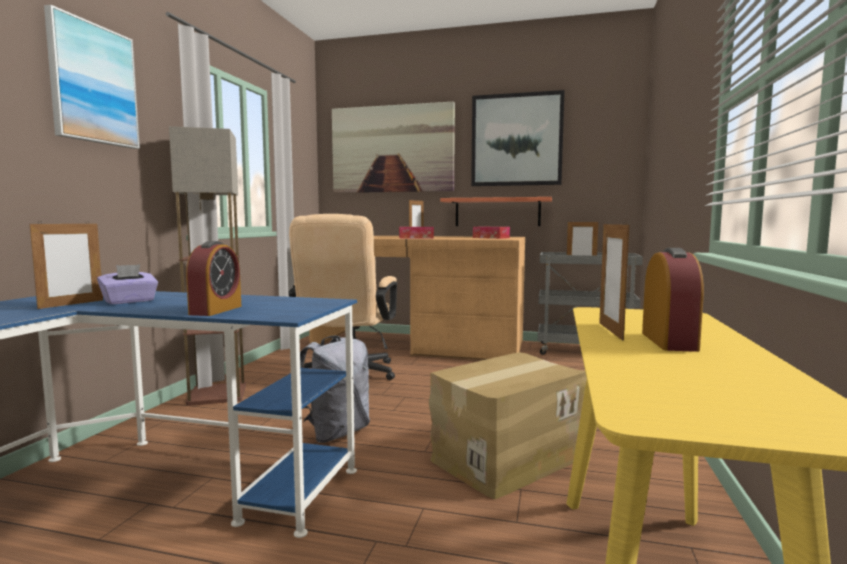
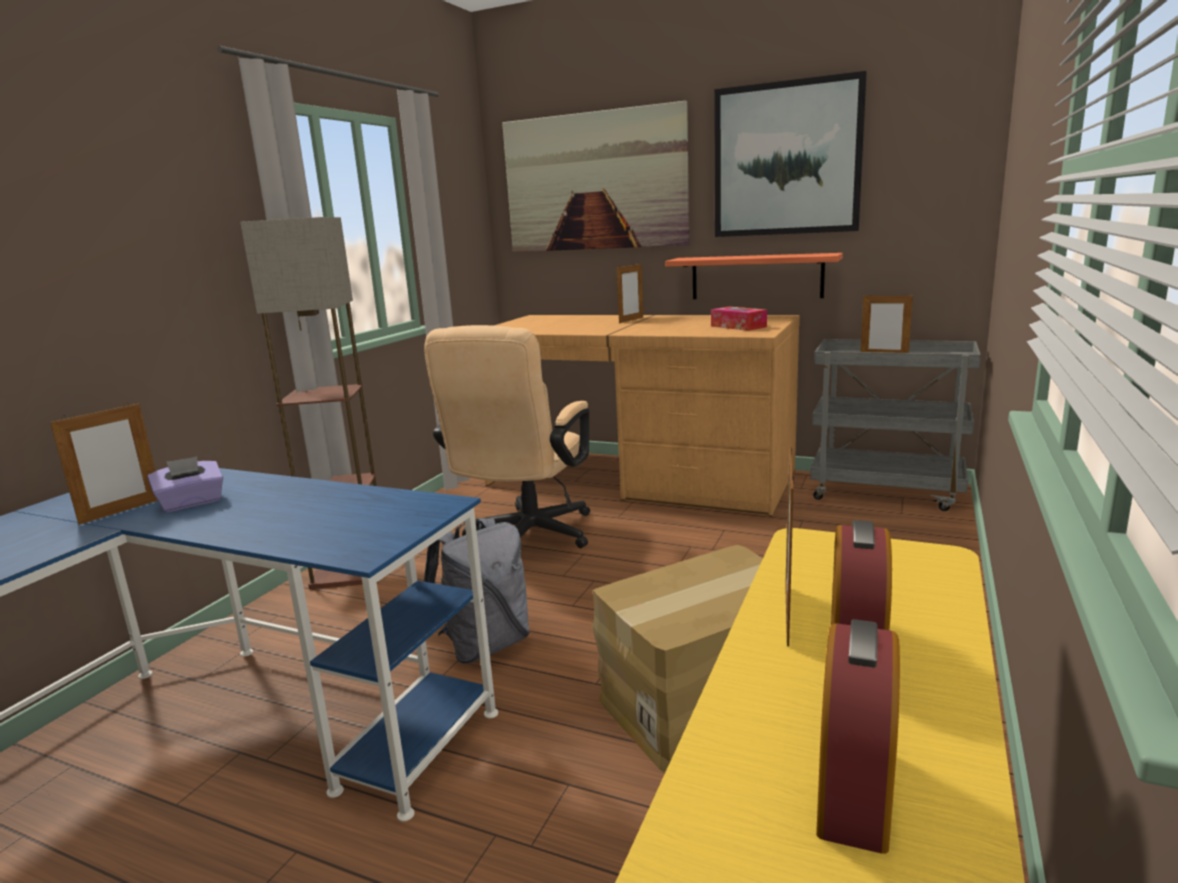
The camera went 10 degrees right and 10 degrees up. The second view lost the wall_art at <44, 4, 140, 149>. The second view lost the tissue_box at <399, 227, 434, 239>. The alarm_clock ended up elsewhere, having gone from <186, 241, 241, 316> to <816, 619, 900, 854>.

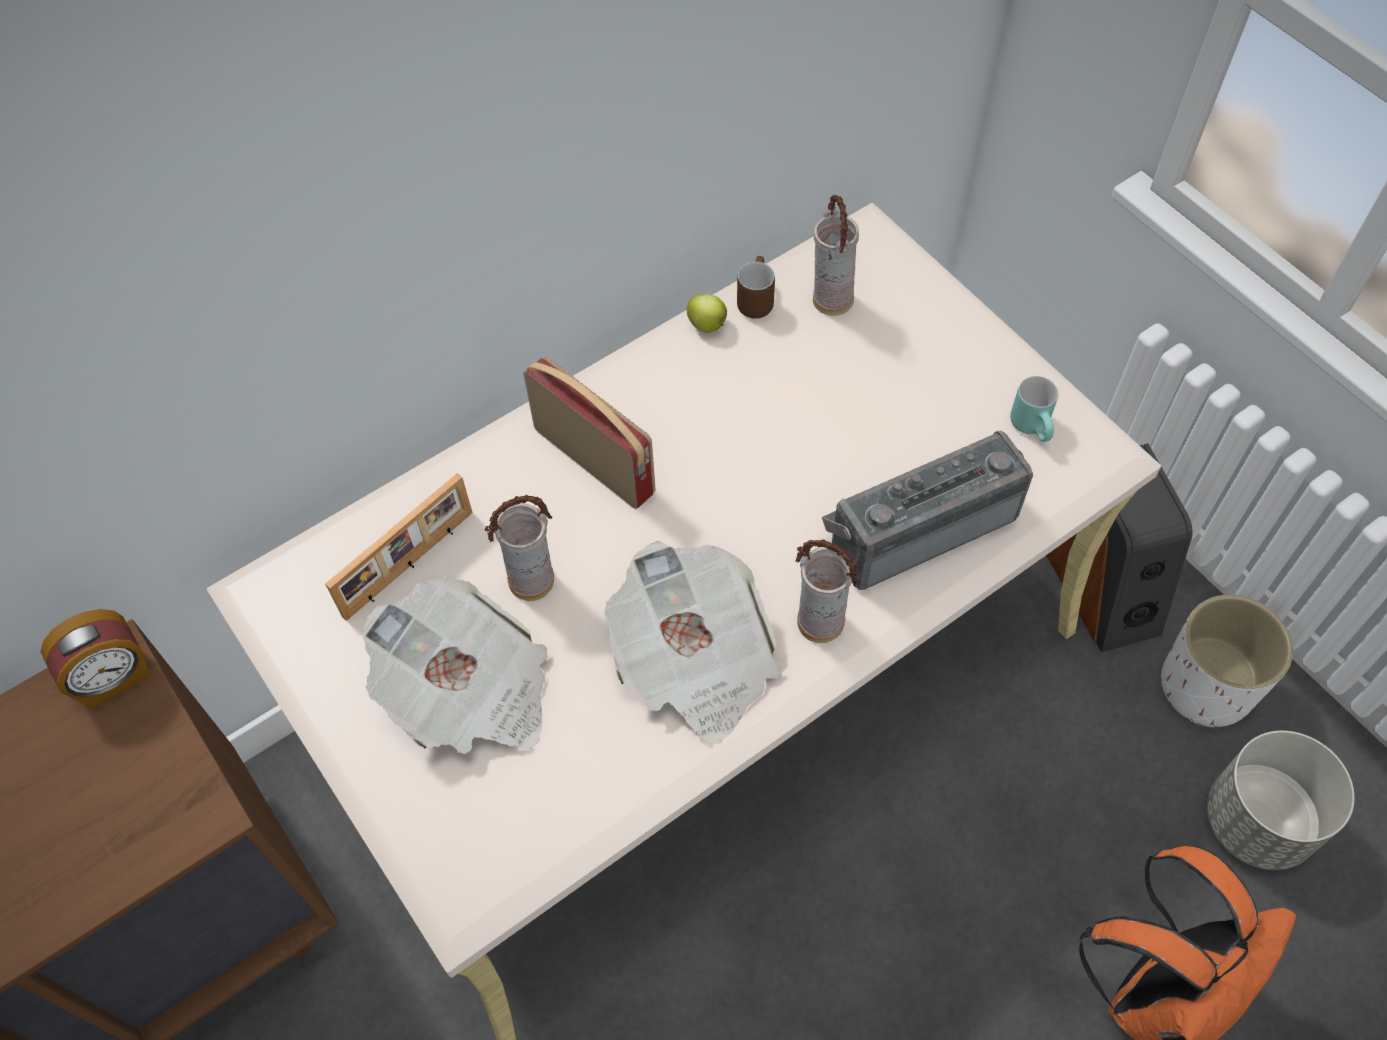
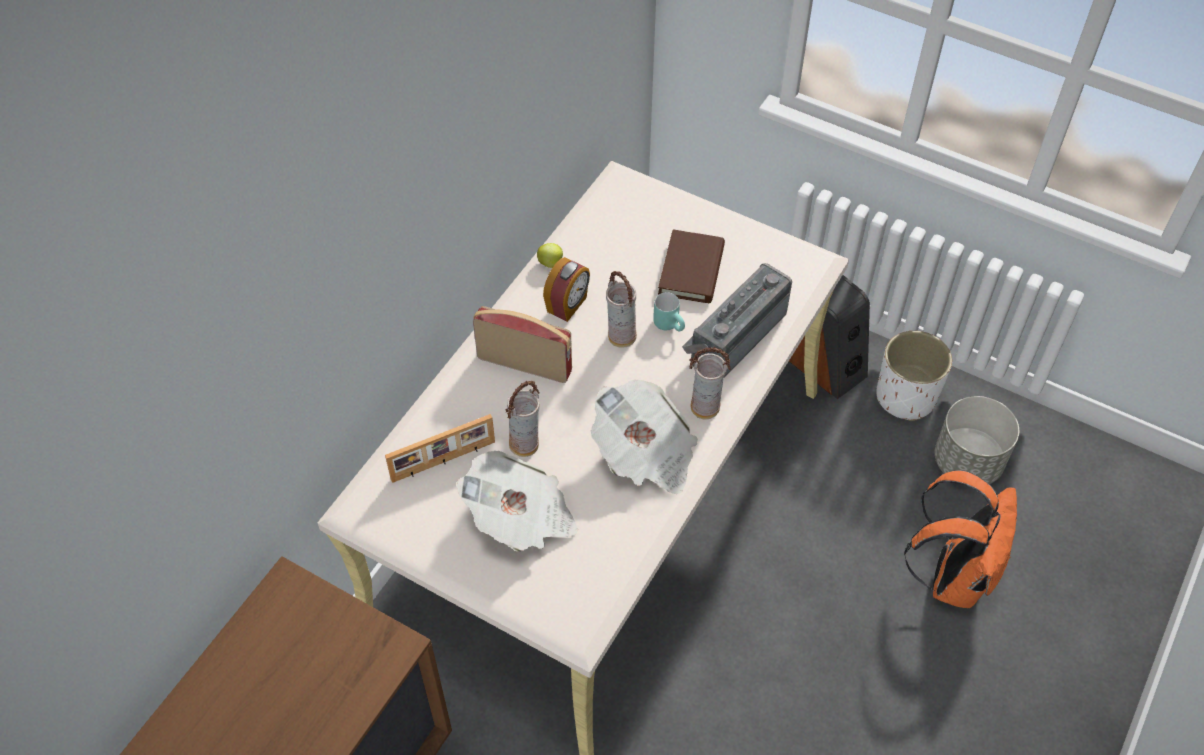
The camera went 25 degrees left and 5 degrees down. The second view lost the brown-coloured_coffee_mug at <737, 256, 775, 319>. The second view gained the brown-coloured_book at <658, 230, 725, 303>. The alarm_clock ended up elsewhere, having gone from <40, 609, 150, 709> to <543, 257, 590, 322>. The flower_vase ended up elsewhere, having gone from <813, 195, 859, 316> to <606, 271, 637, 348>. The turquoise-coloured_coffee_mug ended up elsewhere, having gone from <1010, 376, 1058, 442> to <653, 292, 685, 331>. The picture_frame at <325, 473, 473, 621> ended up facing another way, 45 degrees clockwise from before.

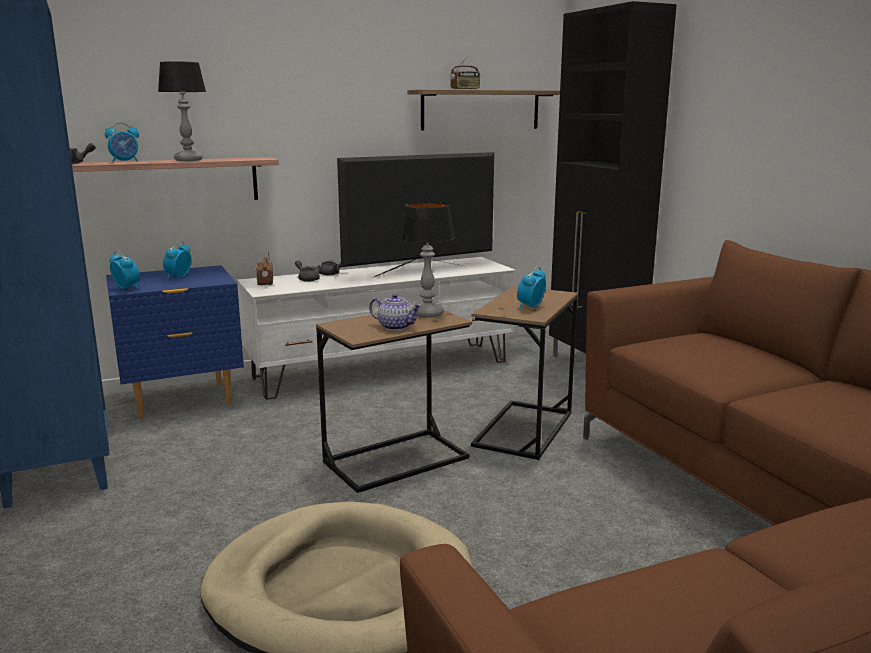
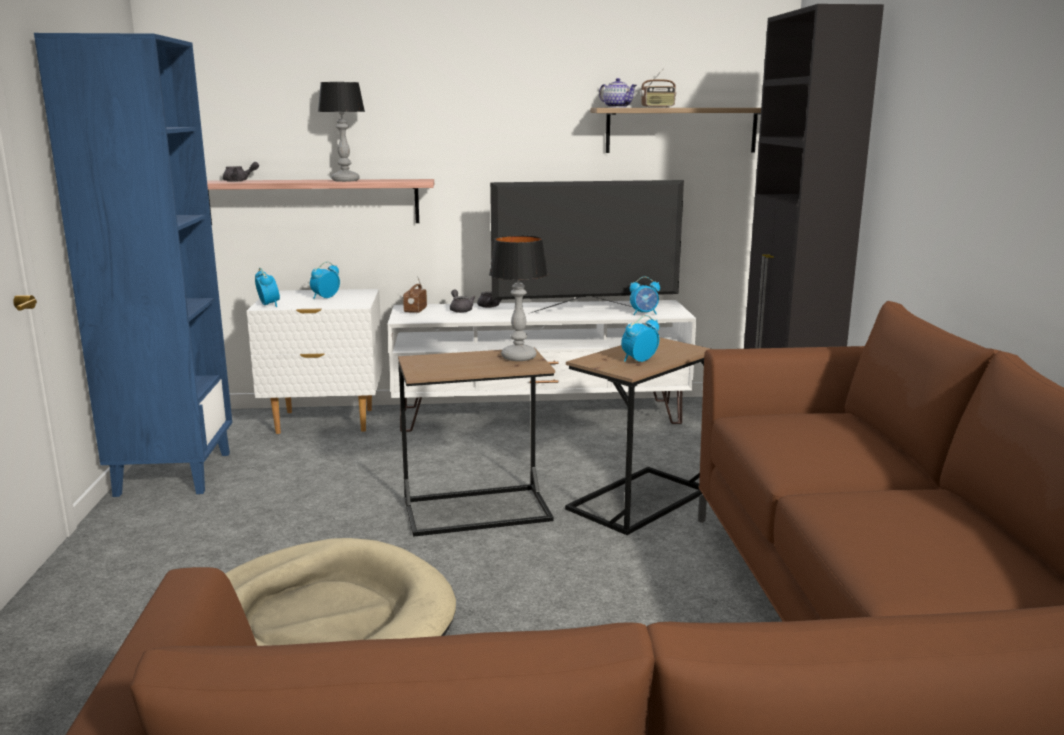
The camera went 20 degrees right and 0 degrees up. The alarm_clock ended up elsewhere, having gone from <105, 122, 139, 162> to <630, 277, 660, 315>. The pot_for_tea ended up elsewhere, having gone from <369, 294, 422, 331> to <599, 78, 637, 107>. What was the bluish_night_table at <106, 265, 244, 418> turned into the white-coloured_night_table at <247, 289, 383, 434>.

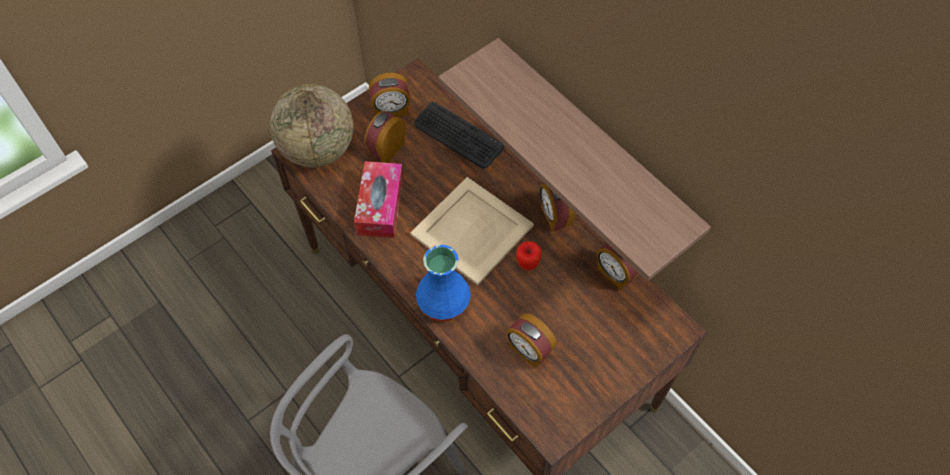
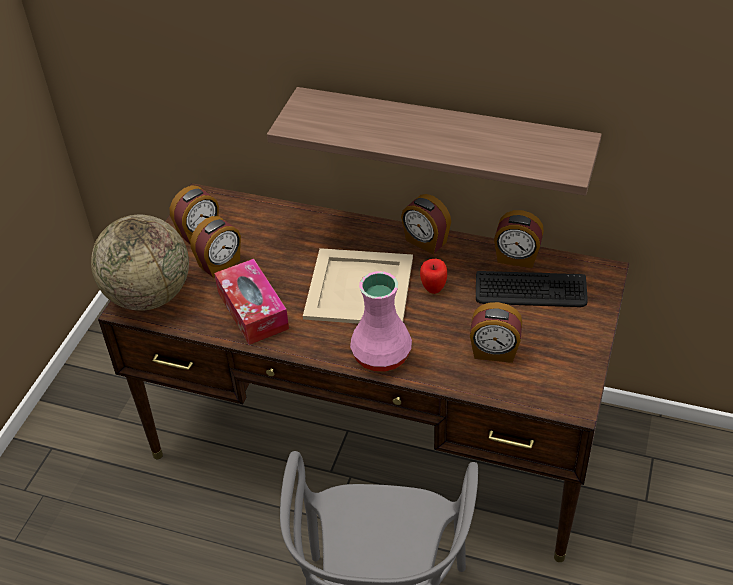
The camera went 30 degrees left and 15 degrees down. The computer_keyboard ended up elsewhere, having gone from <414, 101, 504, 168> to <476, 271, 588, 307>. What was the bluish_flower_vase at <416, 245, 471, 322> turned into the pinkish_flower_vase at <350, 271, 412, 372>. The alarm_clock at <365, 111, 405, 163> ended up facing another way, 135 degrees counterclockwise from before.

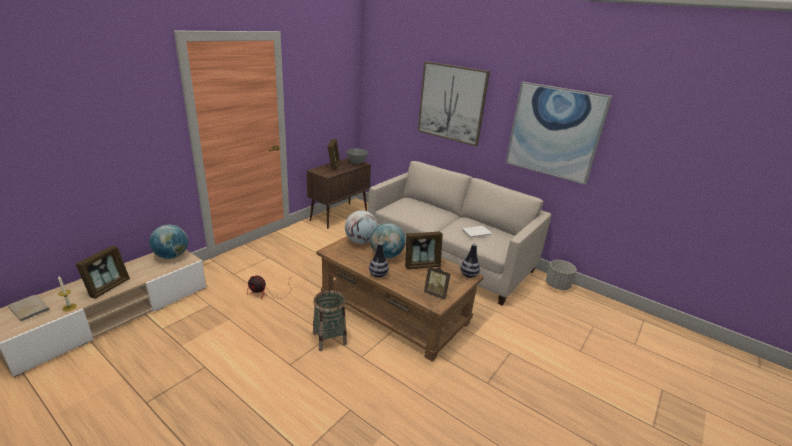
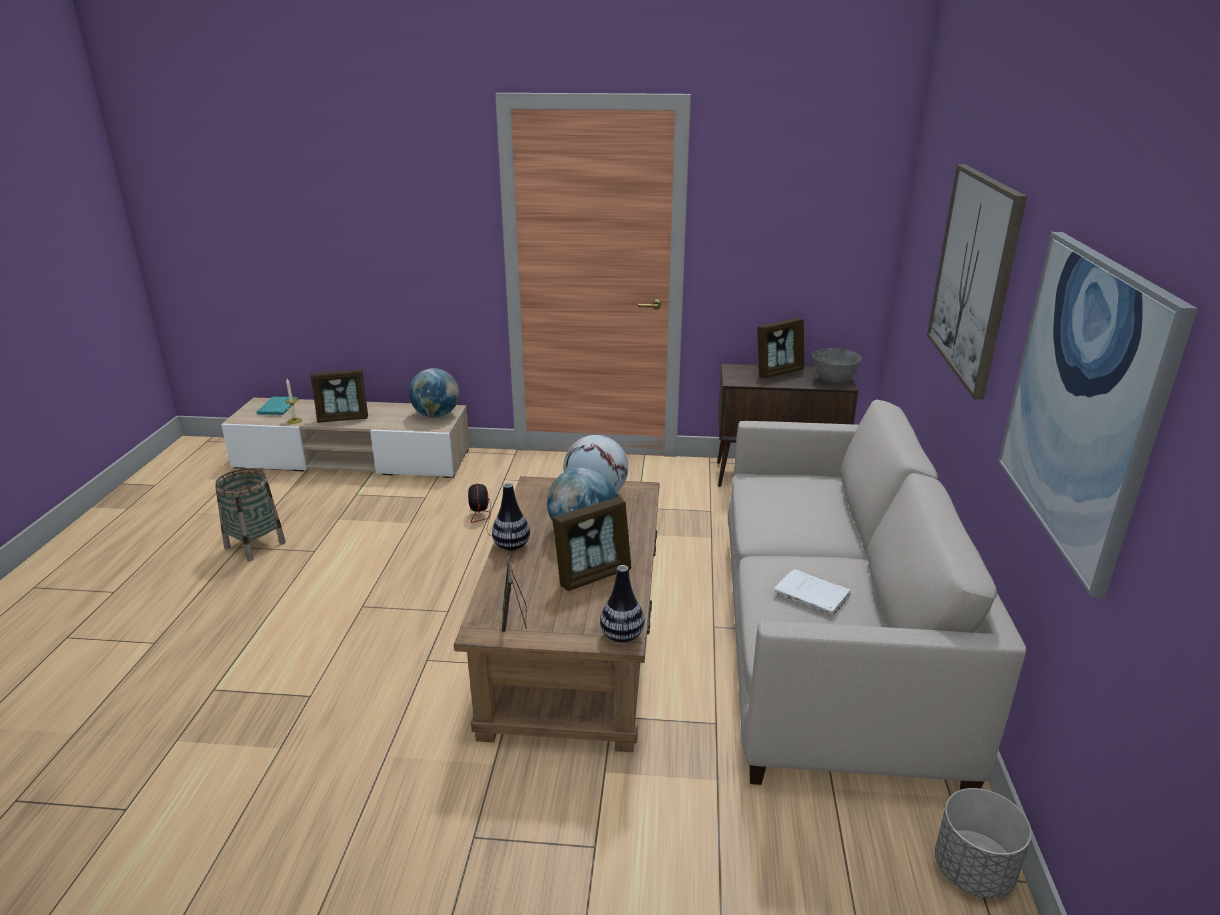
The camera went 60 degrees right and 0 degrees up. The household_basket ended up elsewhere, having gone from <313, 290, 347, 351> to <215, 468, 286, 561>. What was the sand-coloured_book at <7, 295, 50, 322> turned into the turquoise-coloured_book at <256, 397, 298, 415>. The picture_frame at <405, 231, 443, 269> ended up facing another way, 75 degrees counterclockwise from before.

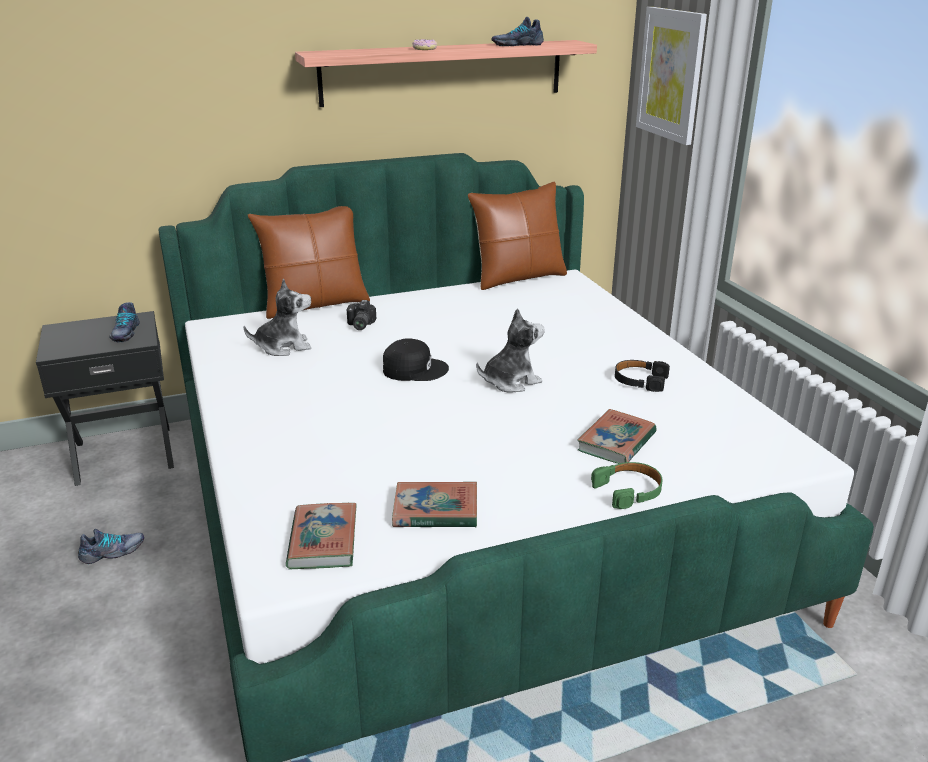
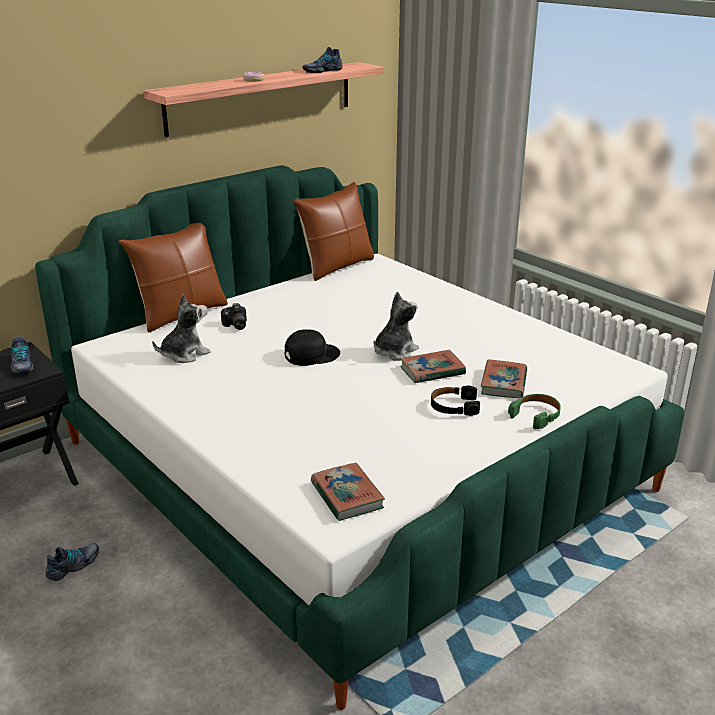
The camera went 20 degrees left and 0 degrees up. The second view lost the wall_art at <636, 7, 707, 145>. The book ended up elsewhere, having gone from <392, 482, 477, 527> to <400, 350, 466, 383>. The black_pair_of_headphones ended up elsewhere, having gone from <615, 360, 670, 392> to <431, 386, 480, 416>.

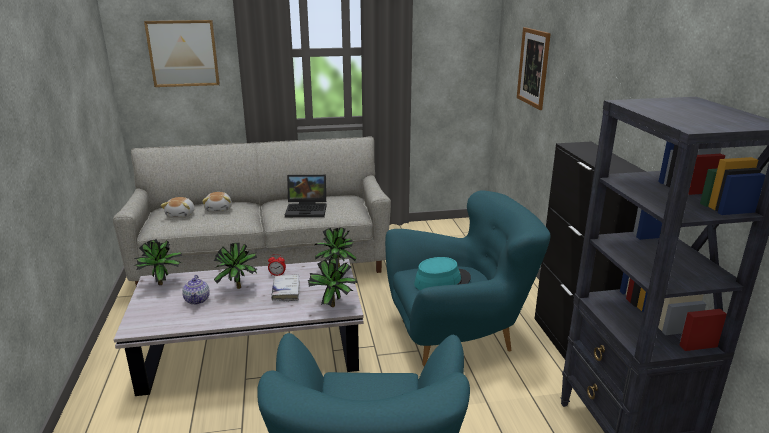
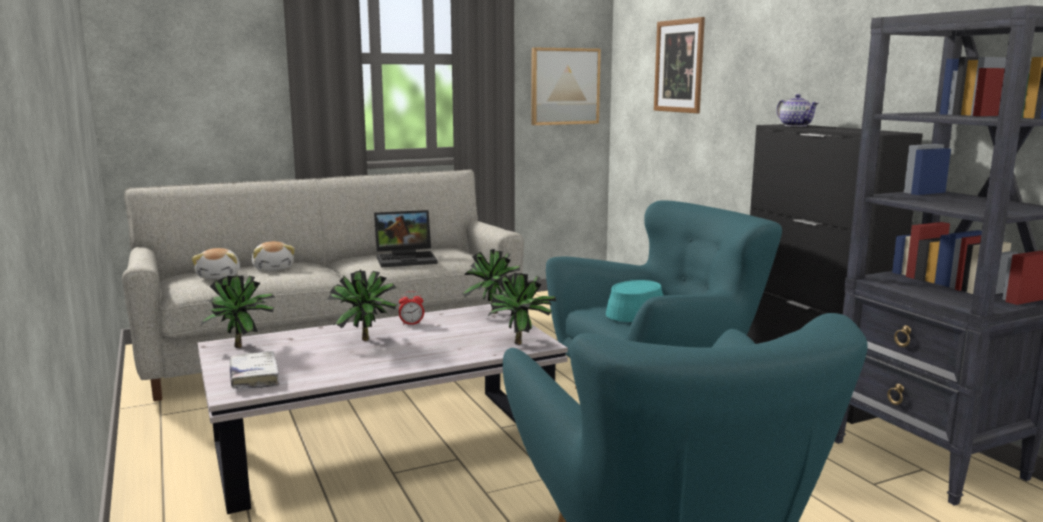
The camera went 15 degrees left and 10 degrees down. The wall_art ended up elsewhere, having gone from <144, 20, 220, 87> to <531, 47, 601, 125>. The pot_for_tea ended up elsewhere, having gone from <182, 275, 210, 305> to <776, 94, 819, 127>. The white-coloured_book ended up elsewhere, having gone from <271, 274, 300, 302> to <230, 351, 280, 389>.

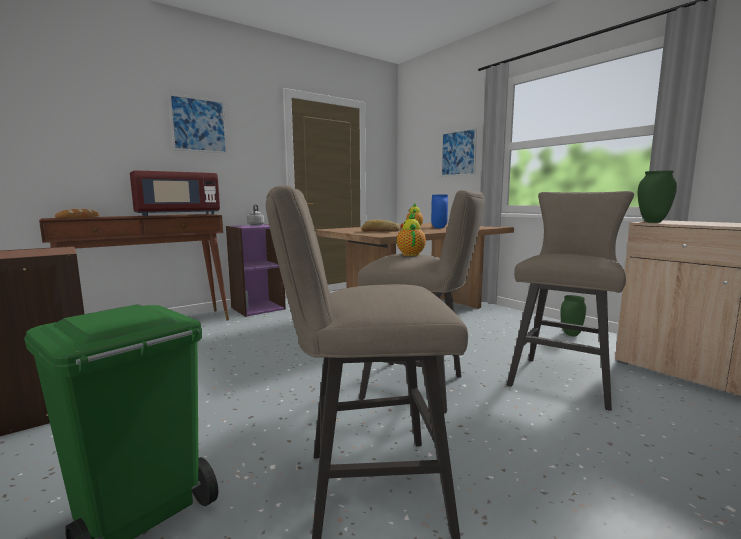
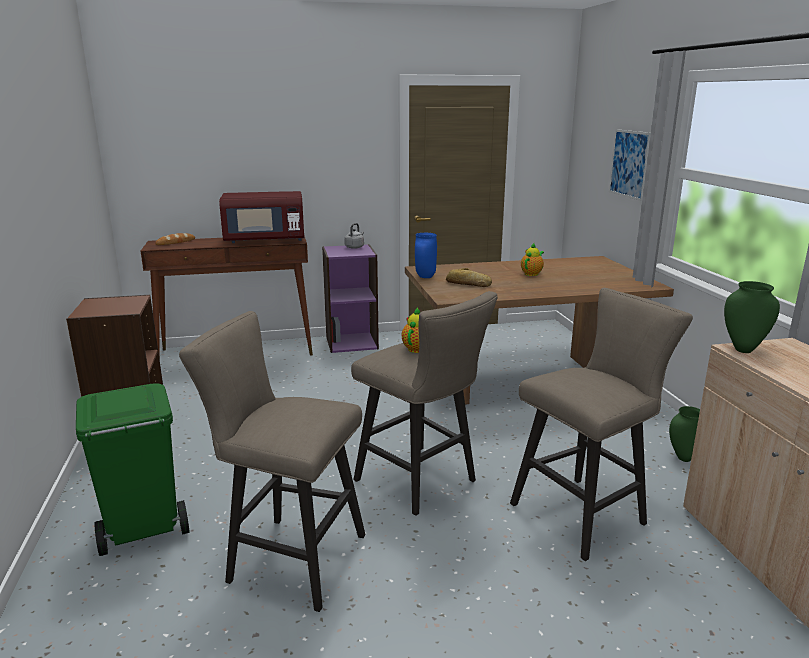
The camera went 25 degrees right and 10 degrees up. The second view lost the wall_art at <169, 94, 227, 153>. The bluish_flower_vase ended up elsewhere, having gone from <431, 195, 448, 228> to <415, 233, 437, 278>.

